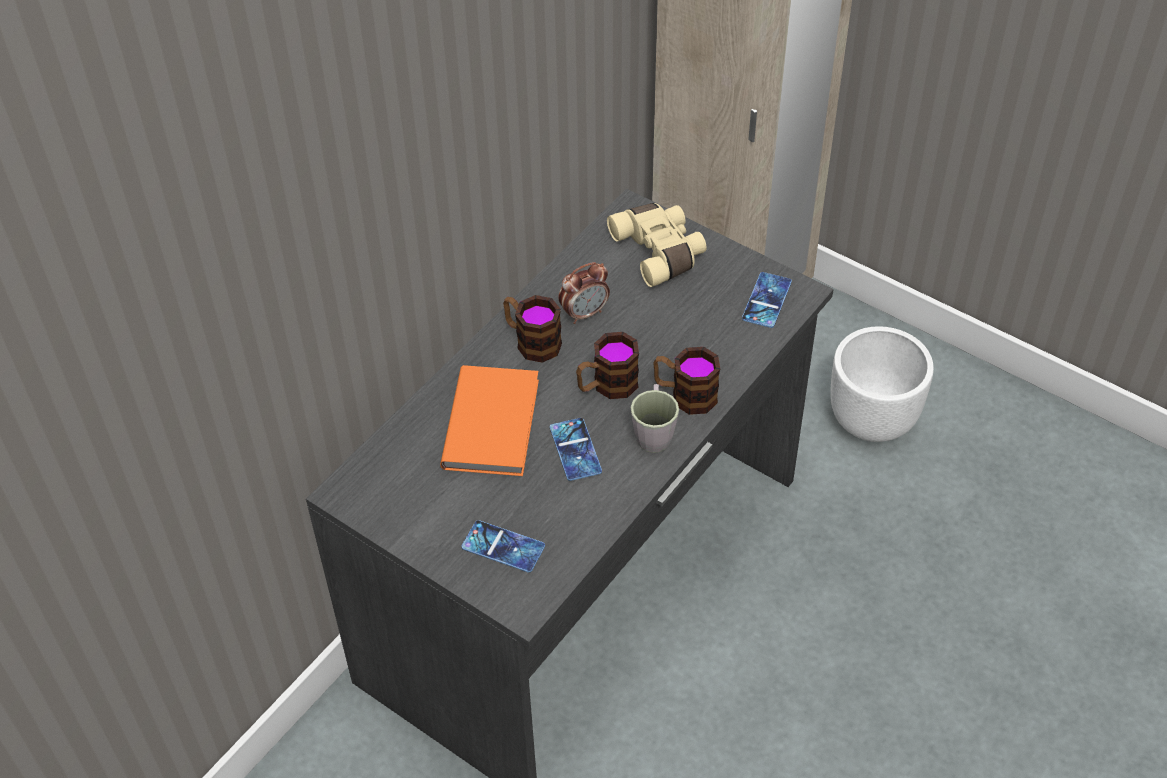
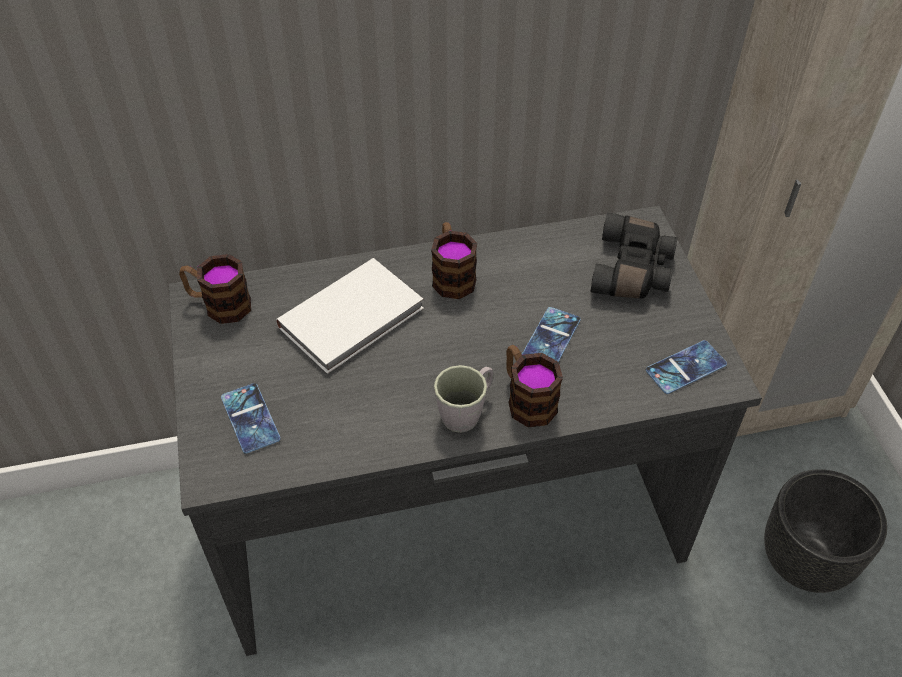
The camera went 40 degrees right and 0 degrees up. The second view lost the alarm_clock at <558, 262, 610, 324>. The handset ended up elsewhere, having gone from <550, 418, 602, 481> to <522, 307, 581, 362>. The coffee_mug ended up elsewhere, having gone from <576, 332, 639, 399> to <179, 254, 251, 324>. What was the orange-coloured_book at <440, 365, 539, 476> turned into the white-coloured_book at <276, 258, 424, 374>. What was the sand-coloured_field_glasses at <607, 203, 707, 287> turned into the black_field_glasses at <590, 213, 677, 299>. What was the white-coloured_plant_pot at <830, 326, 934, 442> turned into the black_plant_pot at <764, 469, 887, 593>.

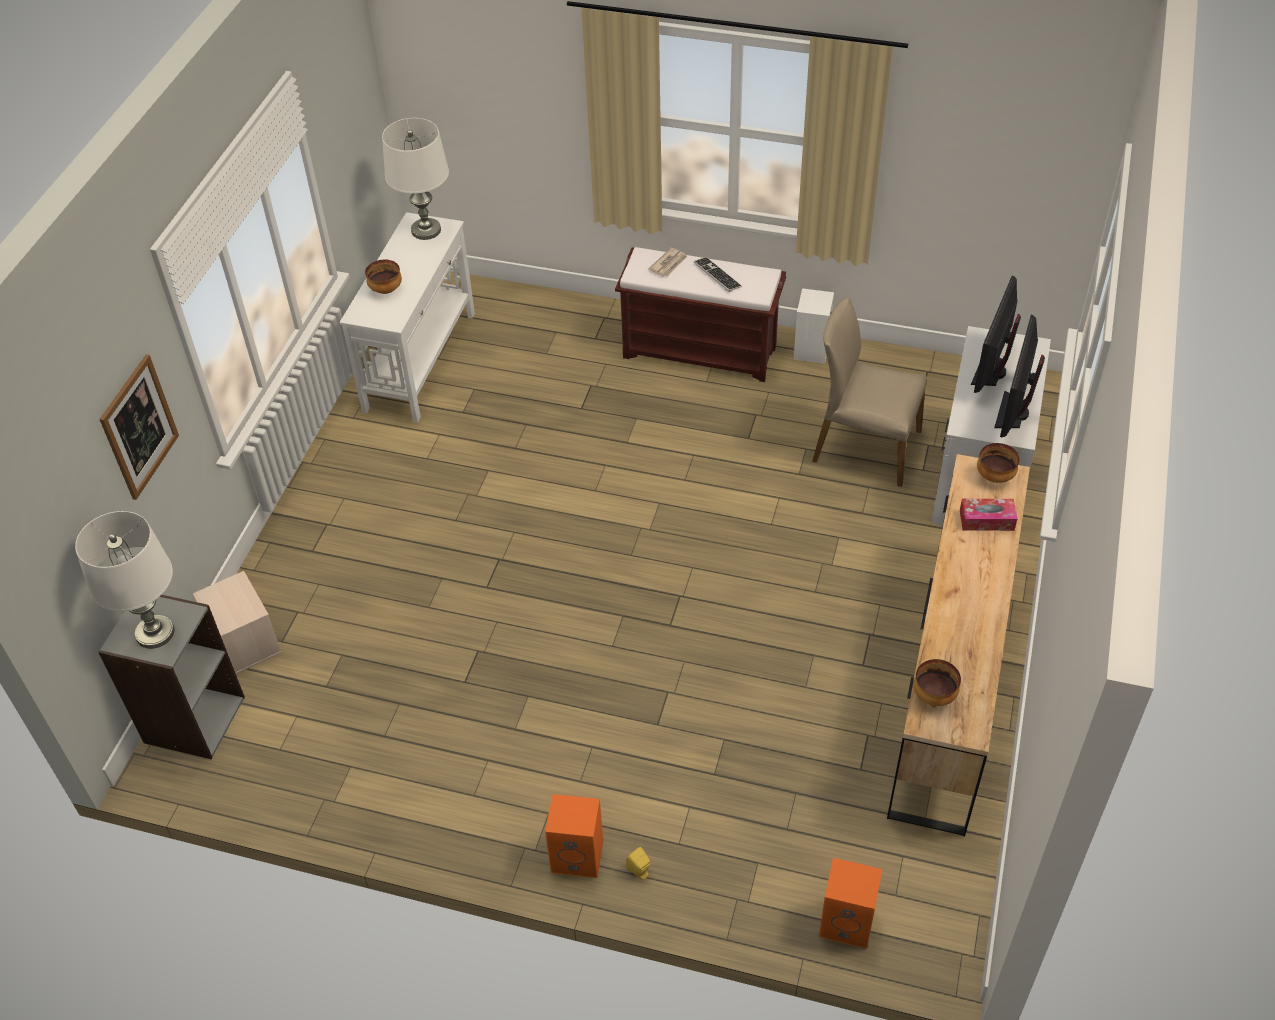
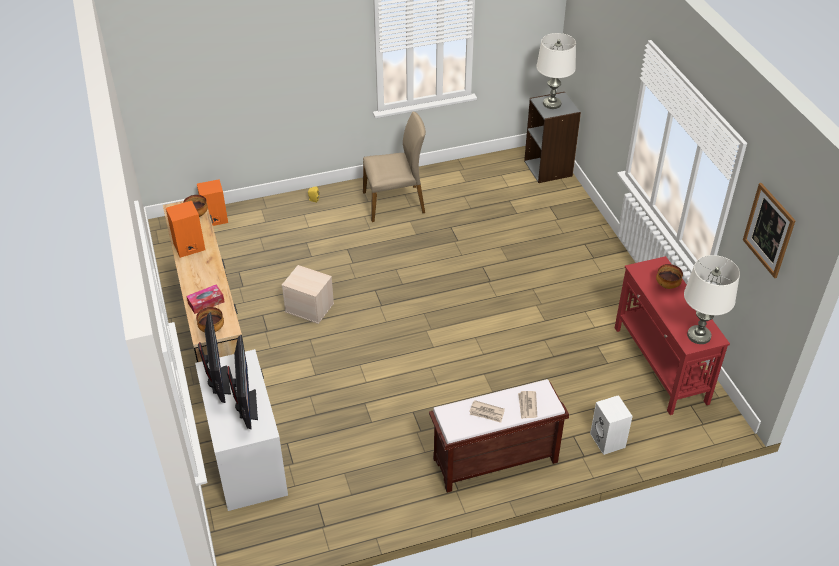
The camera went 145 degrees right and 5 degrees down. The wall_art ended up elsewhere, having gone from <99, 354, 179, 500> to <743, 183, 796, 278>. The sand-coloured_storage_container ended up elsewhere, having gone from <193, 571, 282, 674> to <282, 265, 334, 324>. The orange-coloured_audio_speaker ended up elsewhere, having gone from <545, 794, 603, 878> to <166, 201, 205, 258>. The white-coloured_audio_speaker ended up elsewhere, having gone from <794, 288, 834, 364> to <590, 395, 633, 455>. The sand-coloured_upright_chair ended up elsewhere, having gone from <812, 297, 927, 487> to <363, 112, 426, 222>. Where the computer_keyboard stood at <694, 257, 742, 292>, the daily_paper came to stand at <469, 400, 505, 423>. What was the white-coloured_narrow_table at <339, 212, 475, 423> turned into the reddish_narrow_table at <615, 256, 730, 415>.

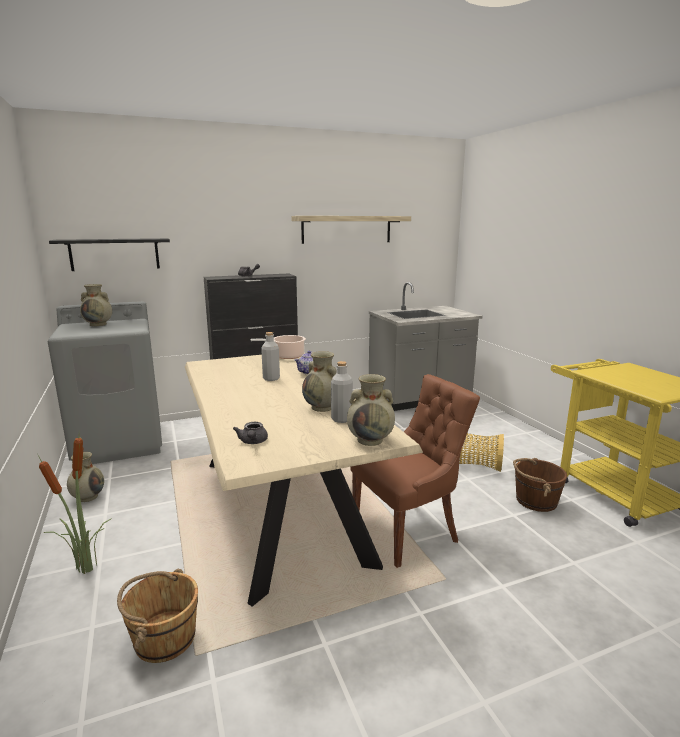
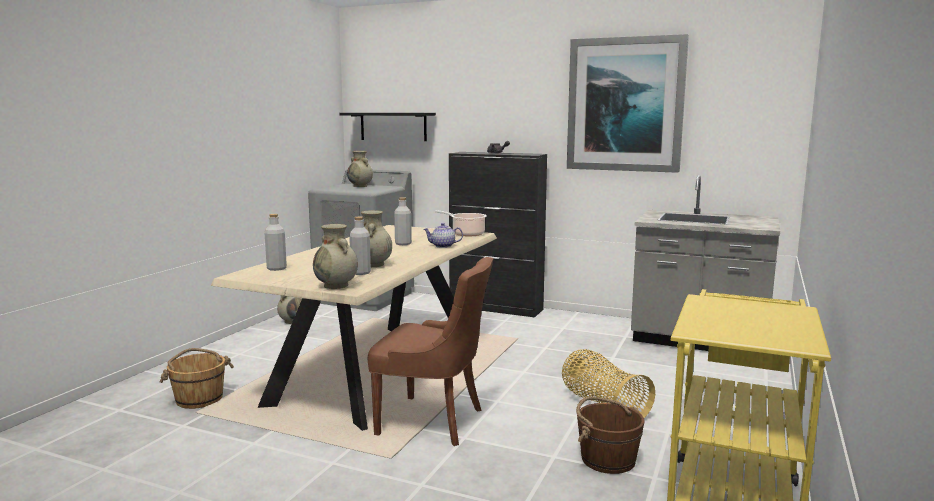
The camera went 45 degrees right and 5 degrees down. The second view lost the plant_in_a_pot at <38, 435, 112, 574>. Where the gray_pot_for_tea stood at <233, 422, 268, 444>, the gray_drink_bottle came to stand at <264, 214, 287, 271>. Where the wall_shelf hung at <291, 216, 411, 244>, the wall_art came to hang at <567, 34, 689, 173>.

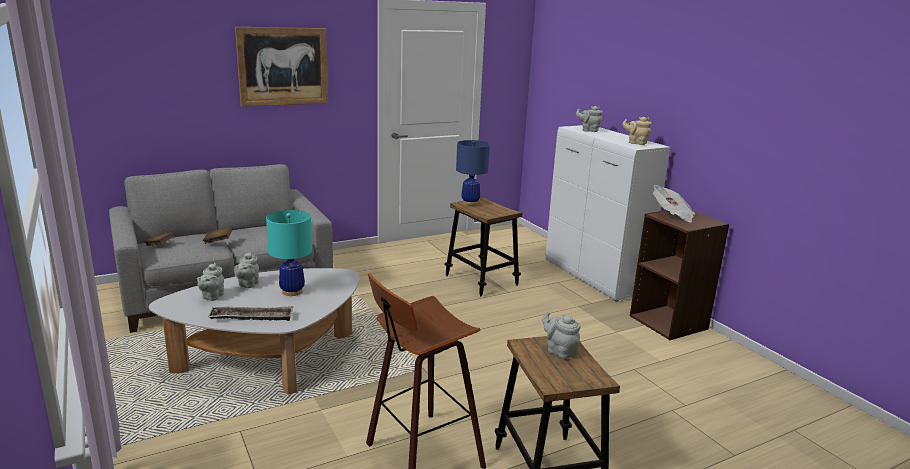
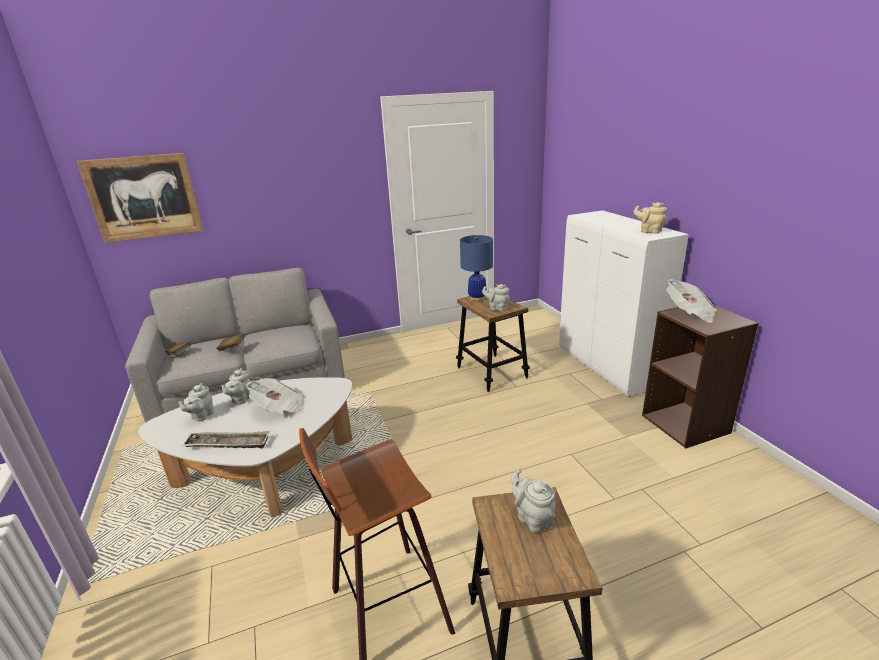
The camera went 10 degrees right and 5 degrees up. The wall_art ended up elsewhere, having gone from <235, 27, 328, 107> to <77, 153, 204, 243>. The gray_pot_for_tea ended up elsewhere, having gone from <576, 106, 603, 132> to <482, 284, 510, 311>. Where the turquoise-coloured_lamp_for_a_table stood at <266, 210, 312, 296>, the daily_paper came to stand at <246, 378, 304, 414>.

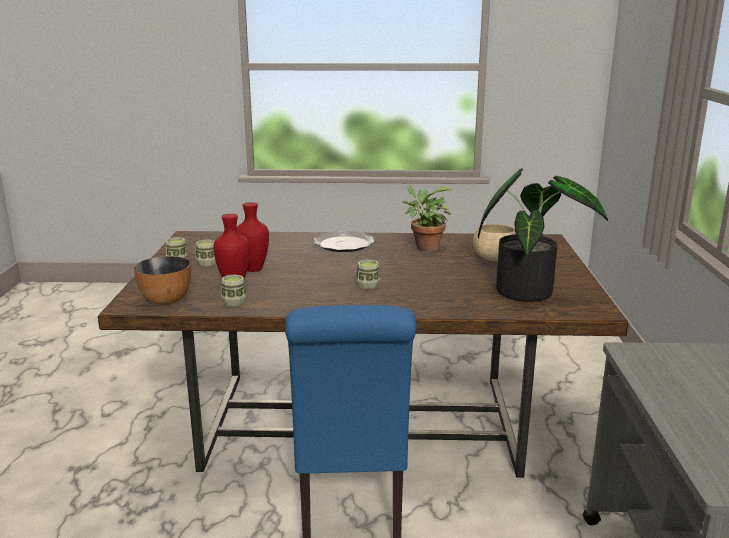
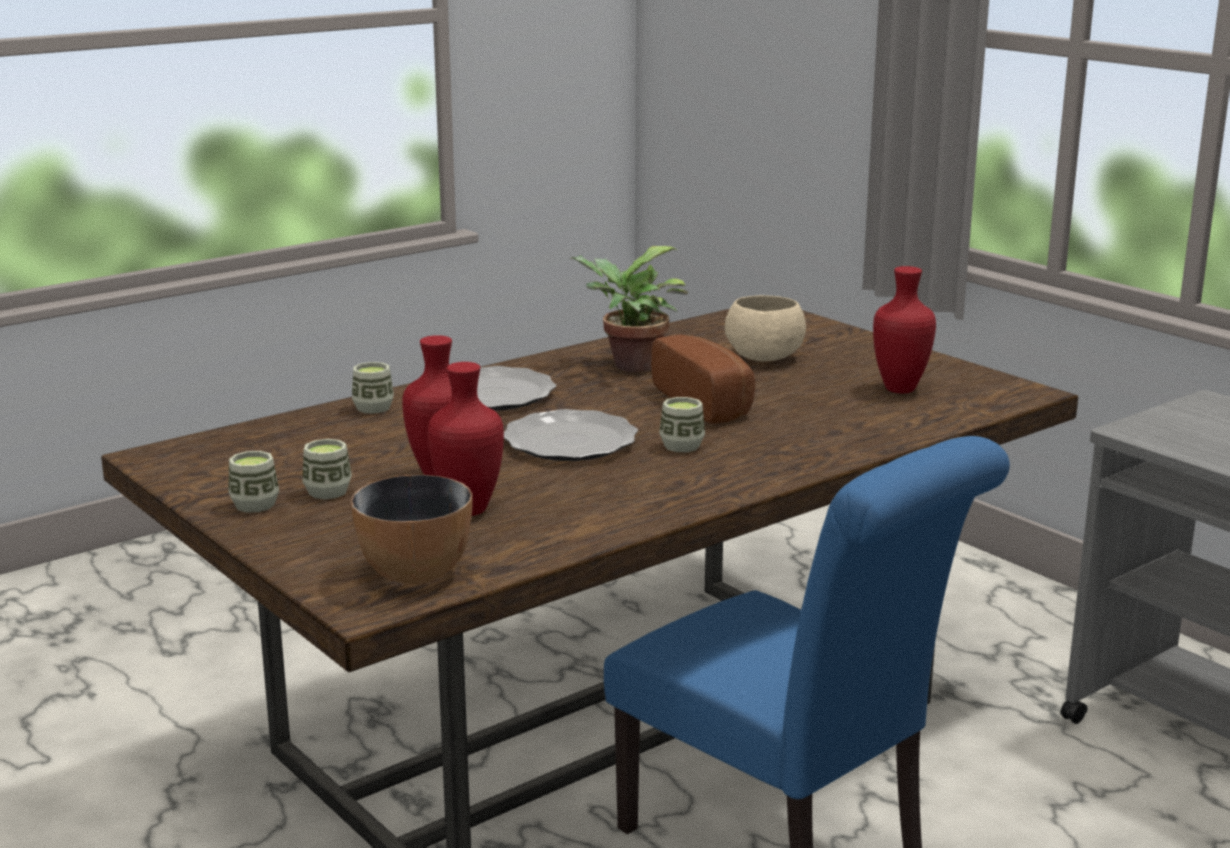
The camera went 40 degrees left and 0 degrees up. The second view gained the flat_dish at <504, 409, 638, 461>. The second view gained the bread at <651, 334, 755, 424>. The small_cup ended up elsewhere, having gone from <221, 275, 247, 306> to <352, 362, 394, 414>. Where the plant_in_a_pot stood at <478, 168, 608, 302>, the reddish_flower_vase came to stand at <873, 266, 936, 393>.

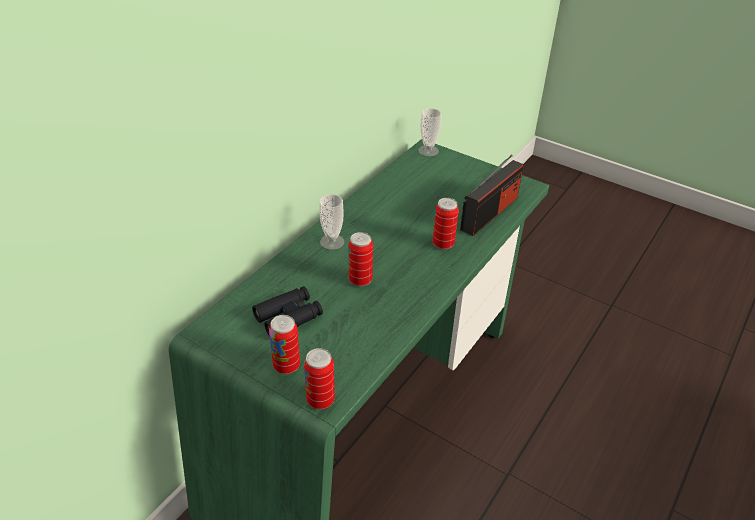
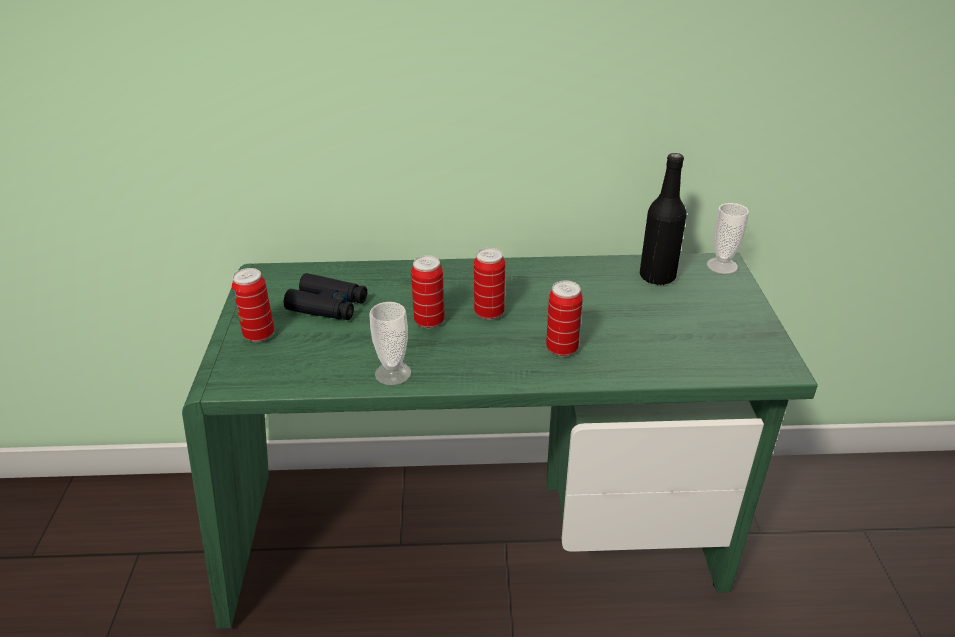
The camera went 55 degrees right and 5 degrees down. The second view lost the radio_receiver at <460, 154, 523, 236>. The second view gained the black_drink_bottle at <640, 153, 687, 286>. The metal_can ended up elsewhere, having gone from <304, 348, 335, 409> to <474, 248, 505, 320>. The small_cup ended up elsewhere, having gone from <319, 194, 344, 250> to <369, 302, 412, 385>.

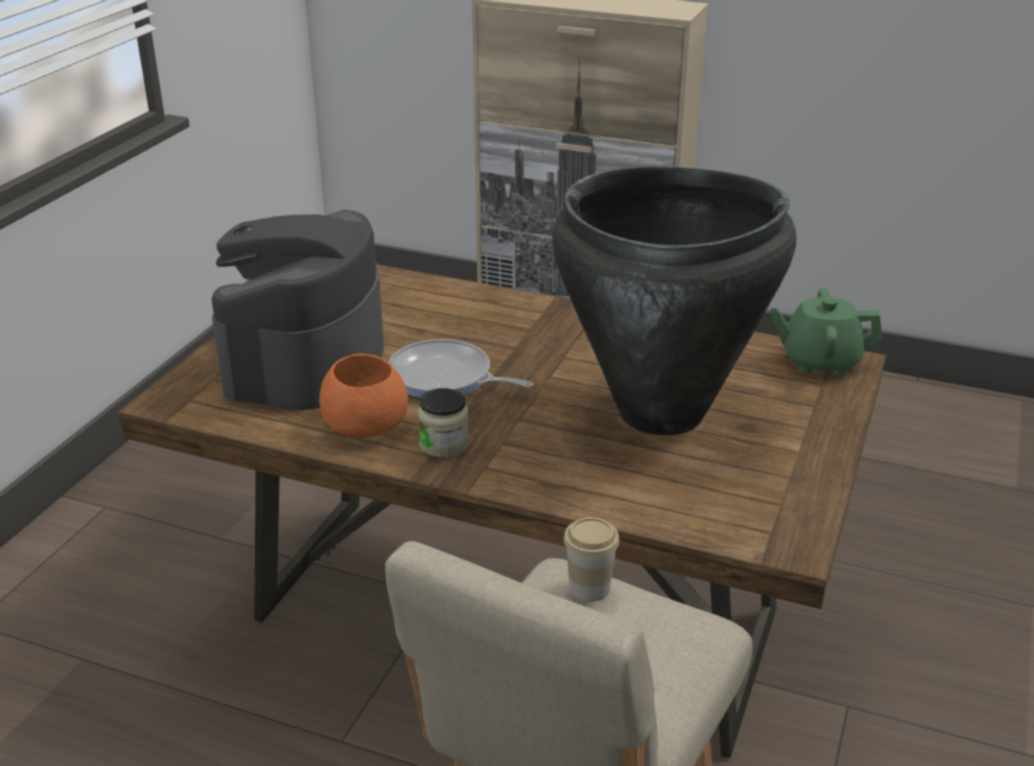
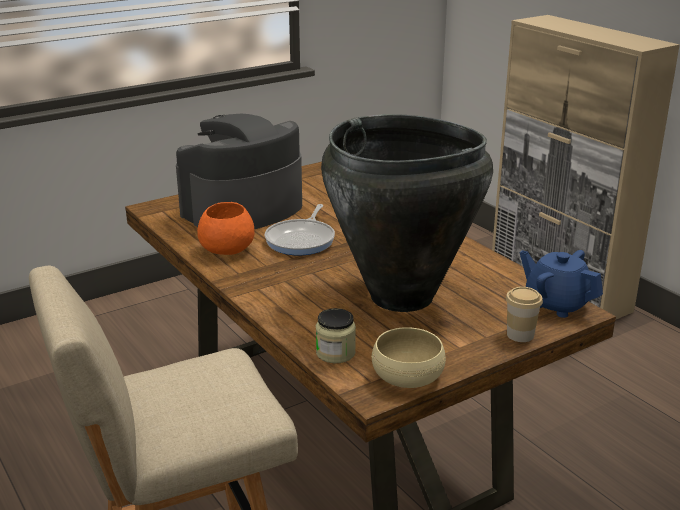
The camera went 35 degrees right and 5 degrees down. The second view gained the sand-coloured_deep_dish at <372, 327, 446, 388>. The jar ended up elsewhere, having gone from <418, 388, 469, 458> to <316, 308, 356, 363>. The small_cup ended up elsewhere, having gone from <564, 517, 620, 602> to <506, 287, 543, 342>. What was the green_pot_for_tea at <769, 288, 883, 376> turned into the bluish_pot_for_tea at <520, 250, 603, 318>. The frying_pan at <388, 339, 533, 398> ended up facing another way, 135 degrees counterclockwise from before.

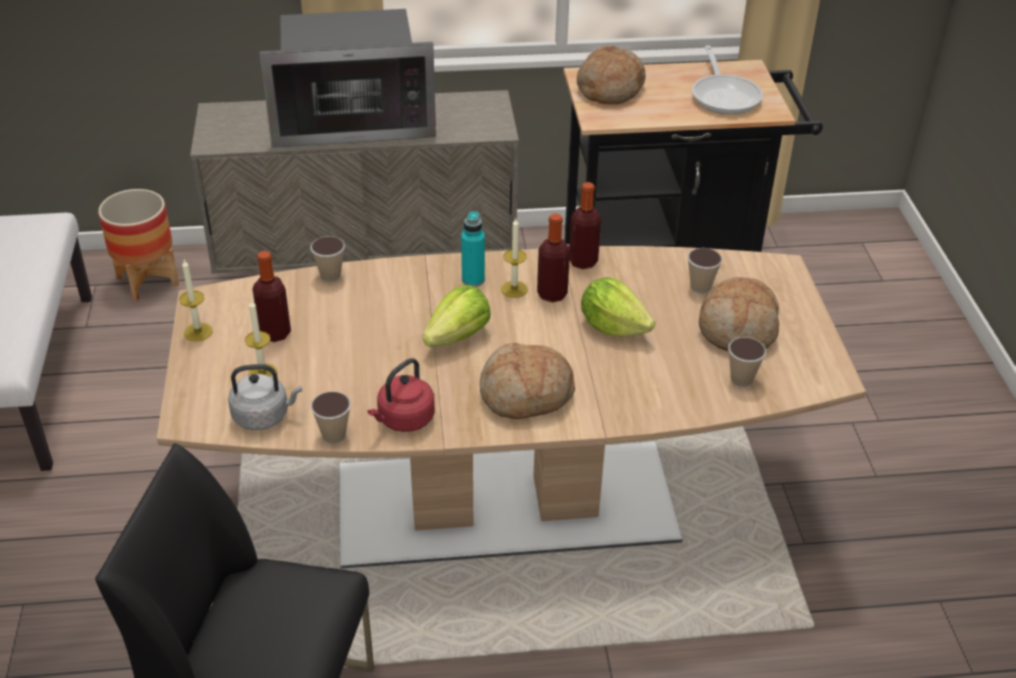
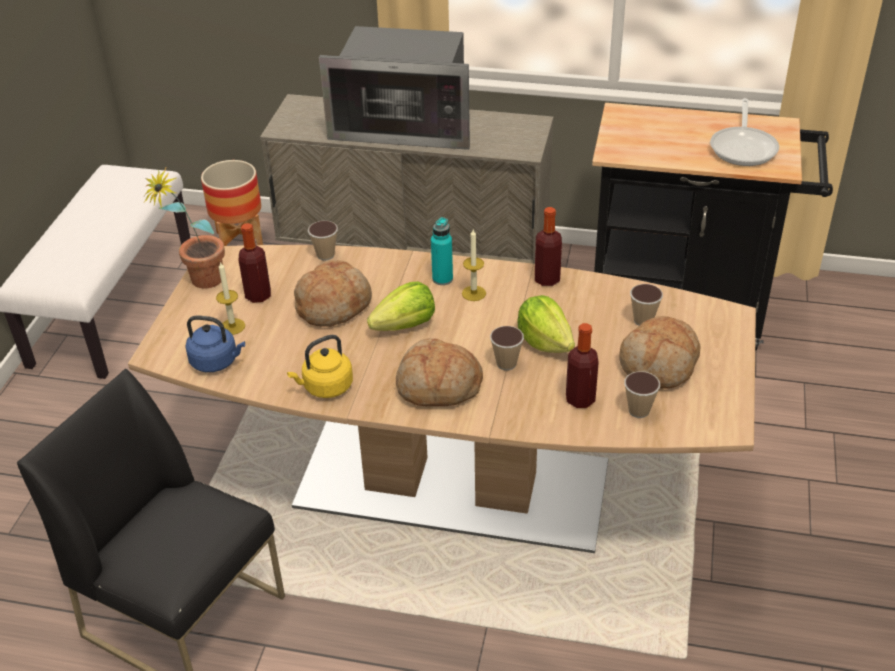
The camera went 20 degrees right and 0 degrees up. The small_cup ended up elsewhere, having gone from <310, 391, 351, 444> to <490, 326, 524, 370>. The drink_bottle ended up elsewhere, having gone from <537, 213, 570, 302> to <566, 323, 599, 408>. The bread ended up elsewhere, having gone from <577, 46, 646, 104> to <294, 260, 372, 327>. Where the wax_light stood at <179, 260, 213, 341>, the plant_in_a_pot came to stand at <144, 168, 225, 289>. What was the gray_tea_kettle at <228, 364, 302, 430> turned into the bluish_tea_kettle at <185, 316, 245, 372>. What was the reddish_tea_kettle at <367, 358, 435, 432> turned into the yellow-coloured_tea_kettle at <287, 335, 353, 398>.

